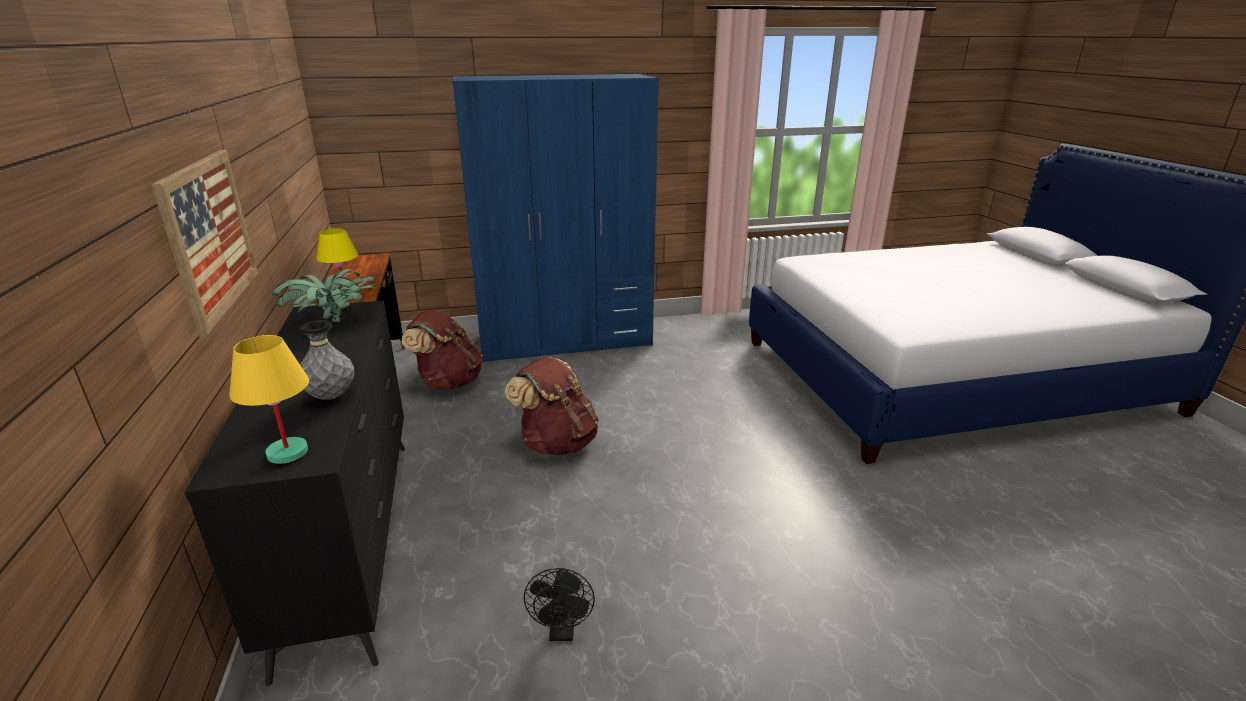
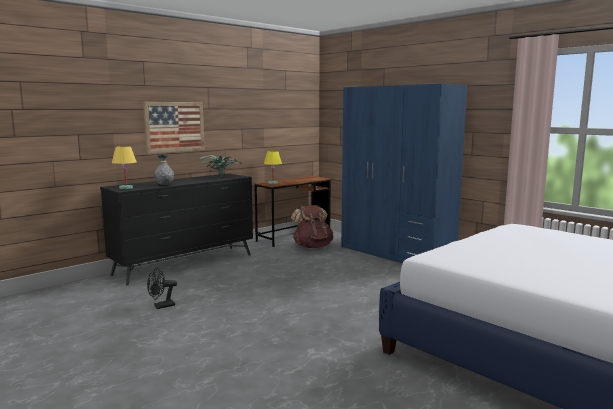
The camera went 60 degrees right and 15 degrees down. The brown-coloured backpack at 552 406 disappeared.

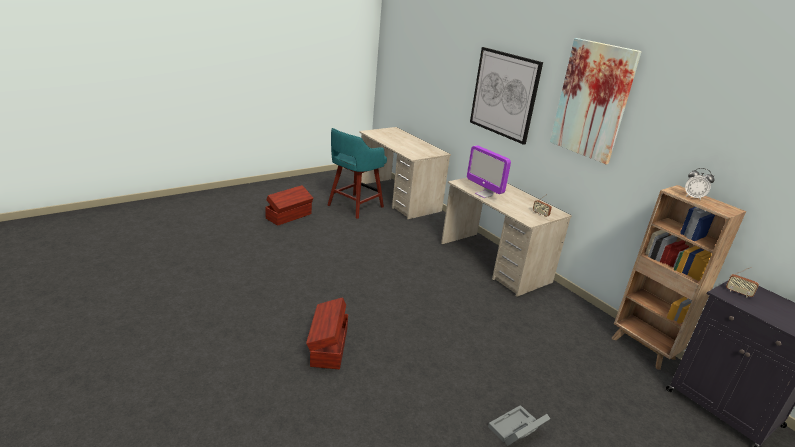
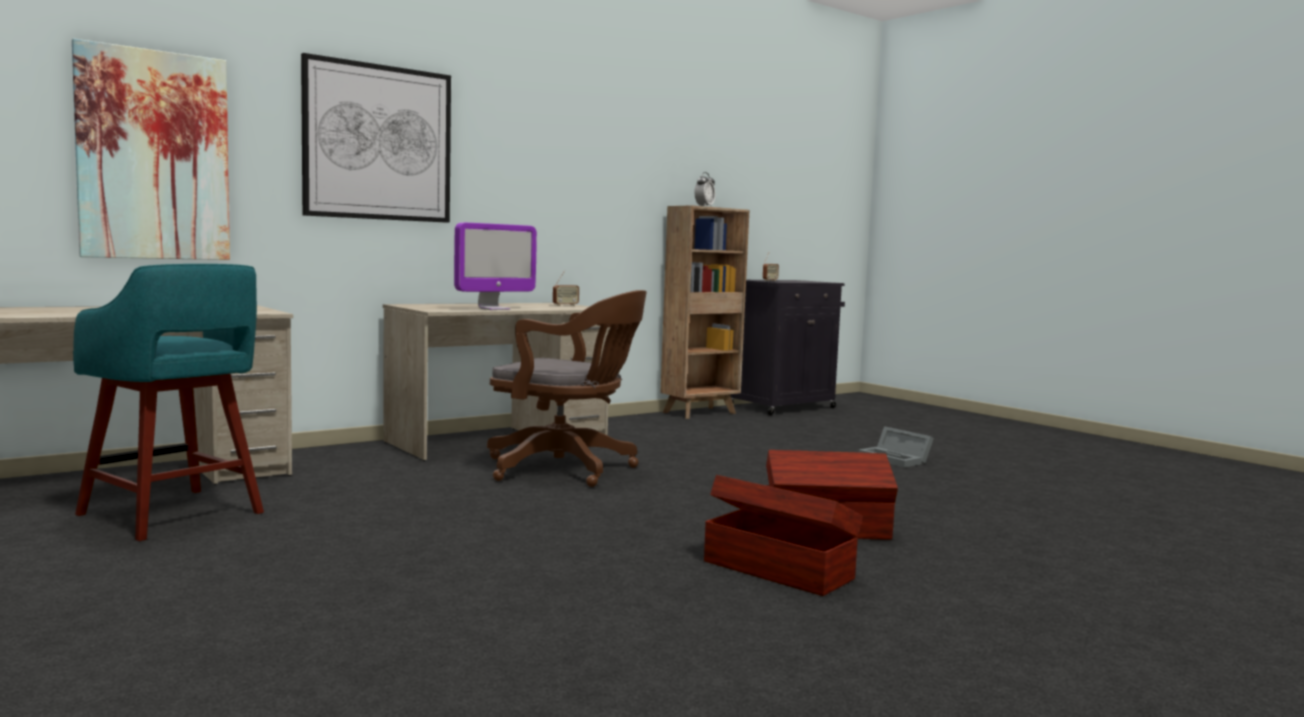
The camera went 90 degrees left and 20 degrees down. The picture moved from 596 101 to 151 149. The brown-coloured desk chair at 567 388 appeared. The brown-coloured storage container moved from 289 205 to 783 535.

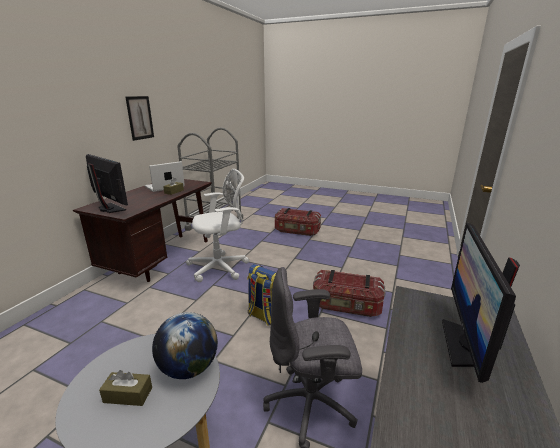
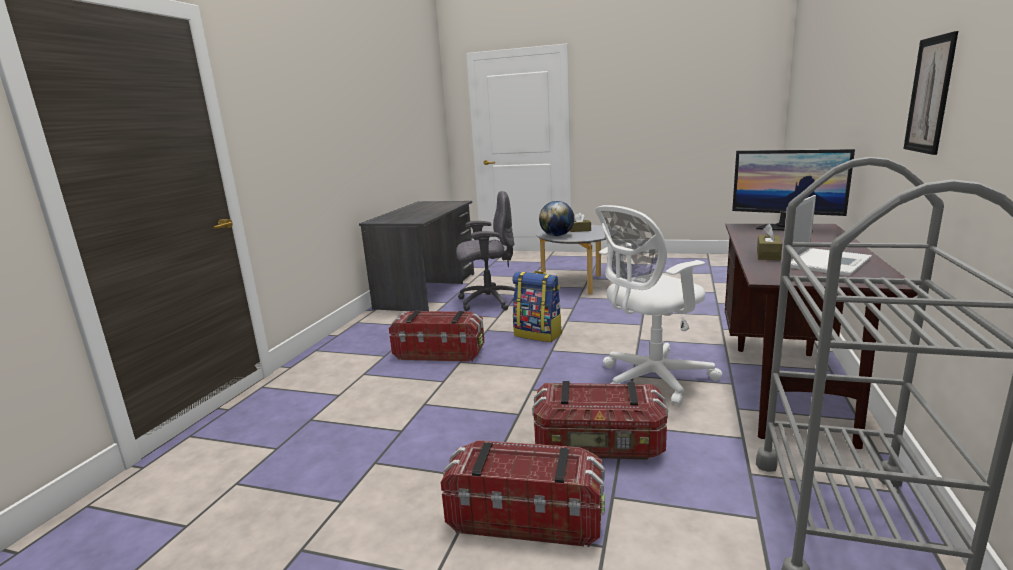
The camera went 175 degrees right and 5 degrees down. The storage container at 600 420 appeared. The computer display at 481 303 disappeared.

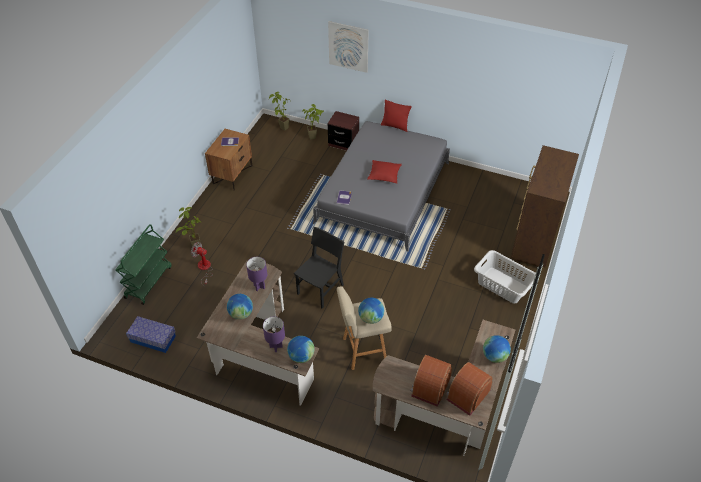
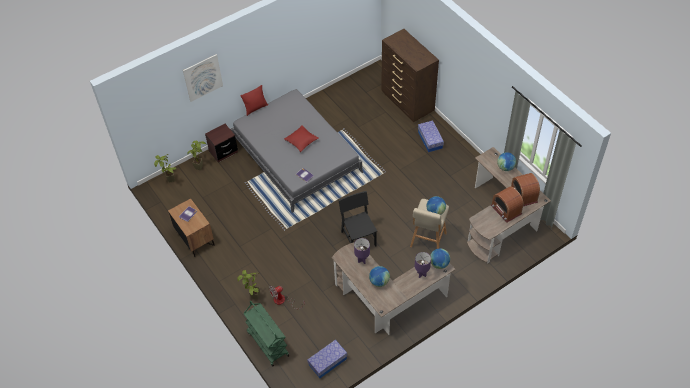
The camera went 55 degrees left and 5 degrees up. The gray hamper at 505 277 was replaced by the storage container at 431 136.

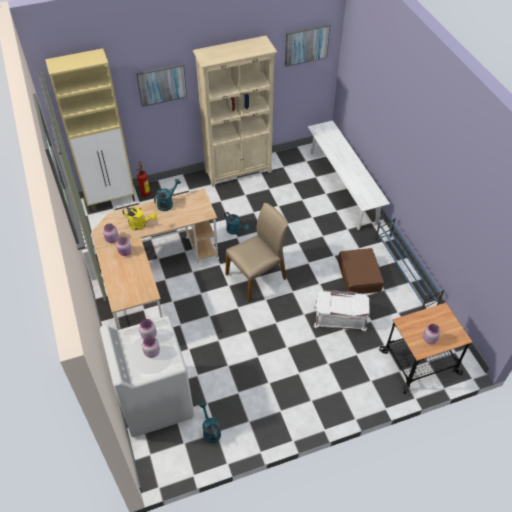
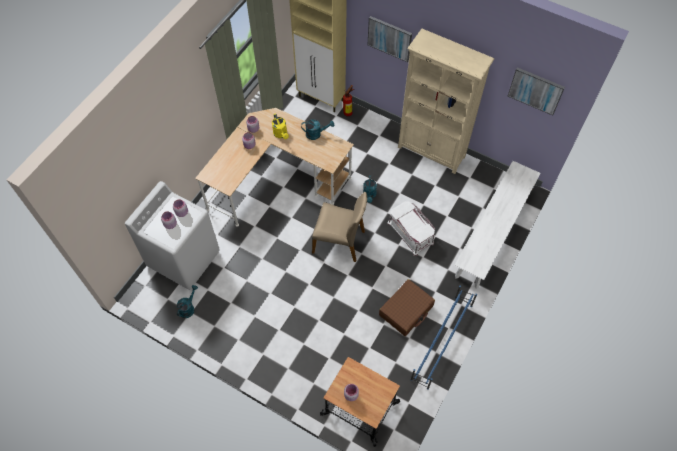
The camera went 50 degrees right and 10 degrees up. The white-coloured storage container moved from 342 311 to 411 228.

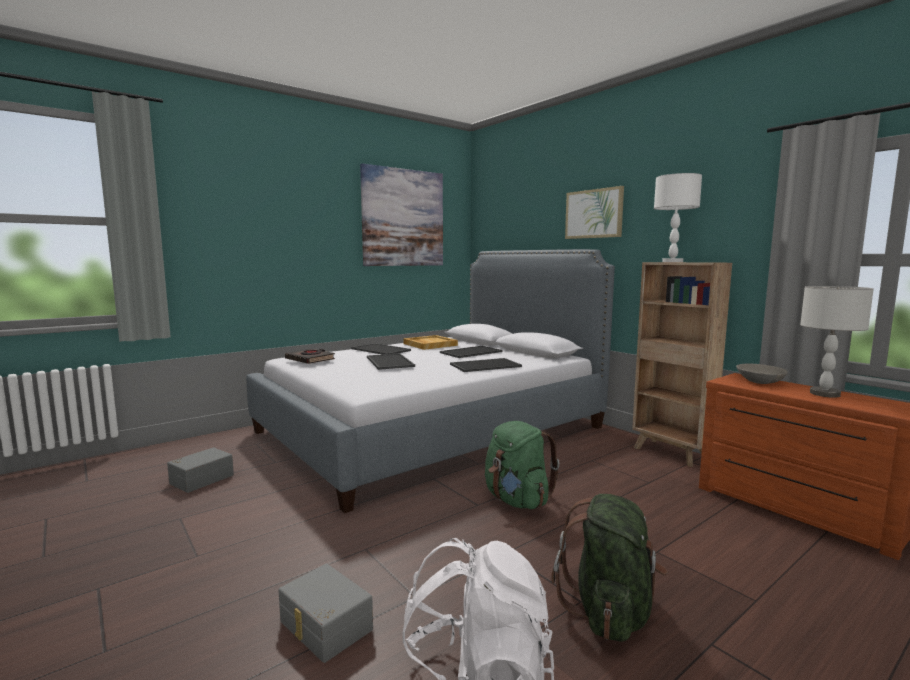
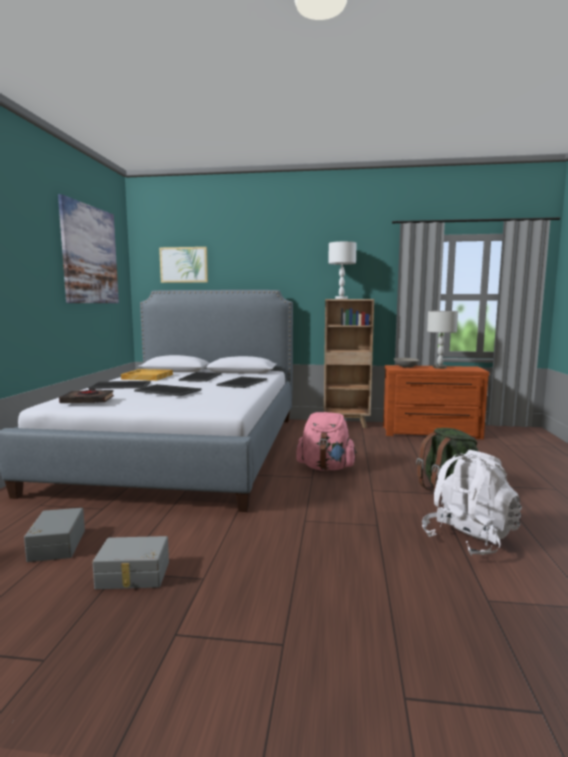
The camera went 45 degrees left and 0 degrees up. The gray storage container moved from 325 613 to 130 562. The picture moved from 594 212 to 183 265. The green backpack at 522 465 became the pink-coloured backpack at 326 441.

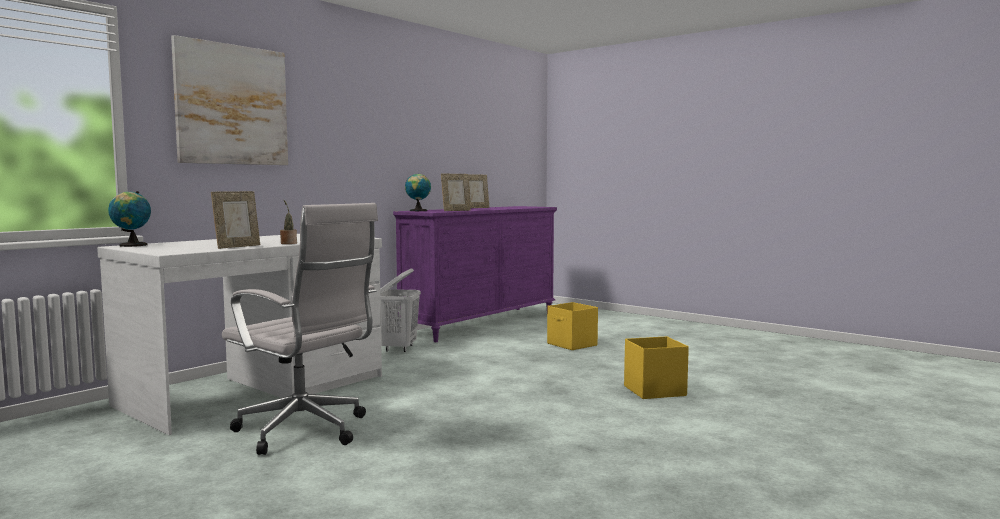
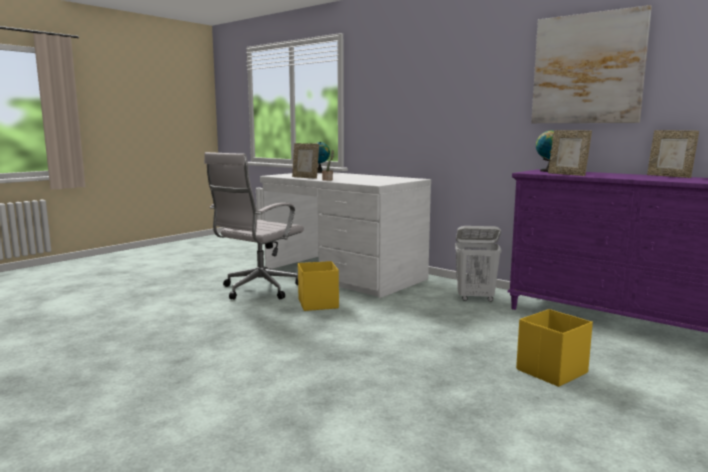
The camera went 90 degrees right and 5 degrees up. The yellow-coloured storage container moved from 656 367 to 318 286. The picture moved from 229 100 to 591 64.

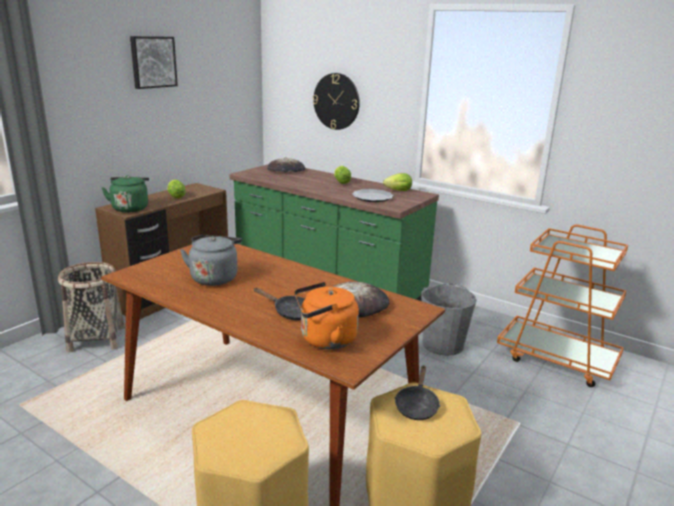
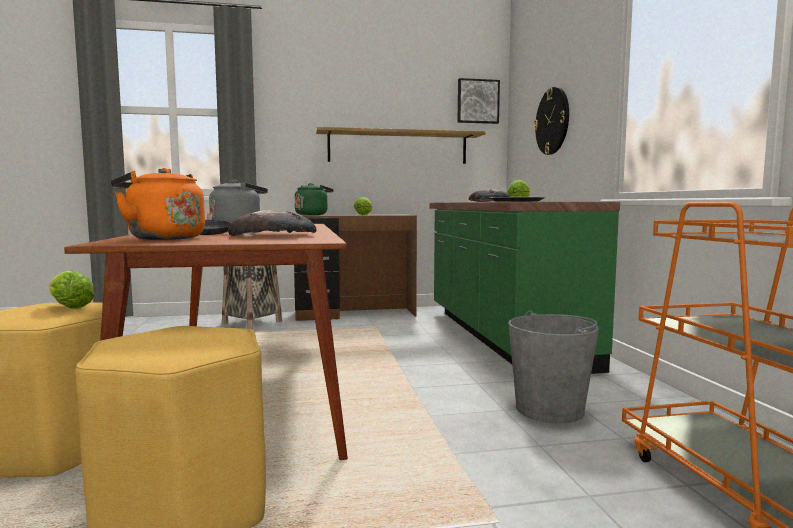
The camera went 45 degrees right and 15 degrees down. The lettuce head moved from 397 182 to 72 289. The bracket shelf at 401 145 appeared. The picture moved from 154 62 to 479 101. The black-coloured frying pan at 417 392 disappeared.

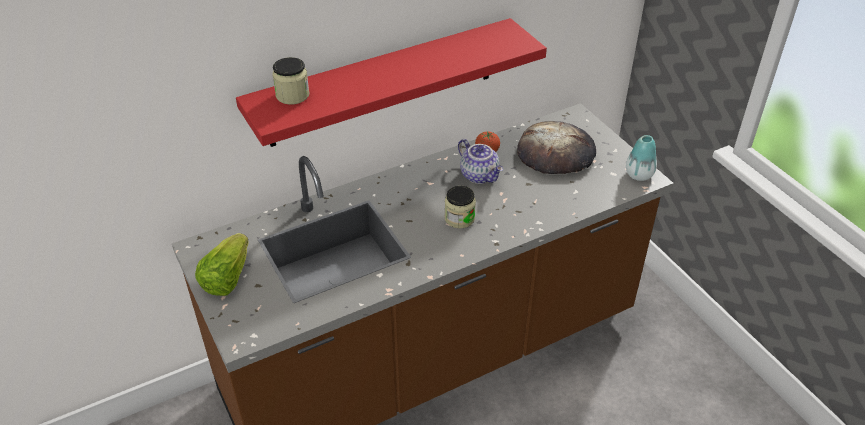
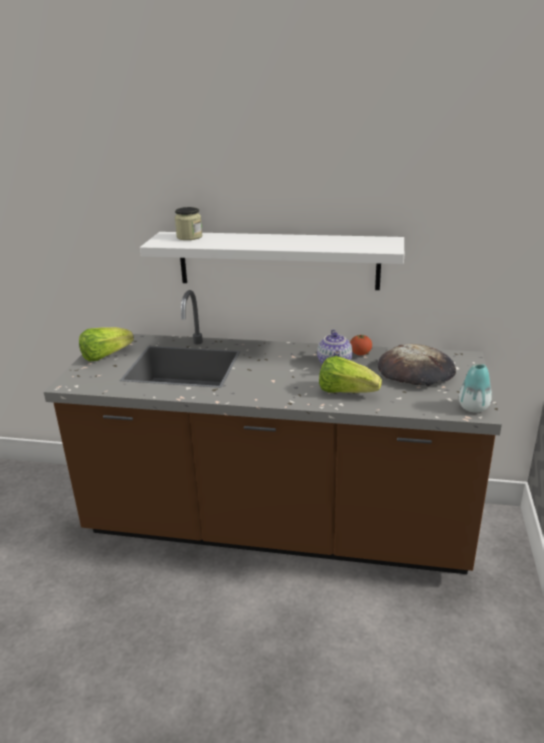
The camera went 40 degrees right and 15 degrees down. The red-coloured bracket shelf at 391 82 became the white-coloured bracket shelf at 272 261. The lettuce head at 350 374 appeared. The storage jar at 460 207 disappeared.

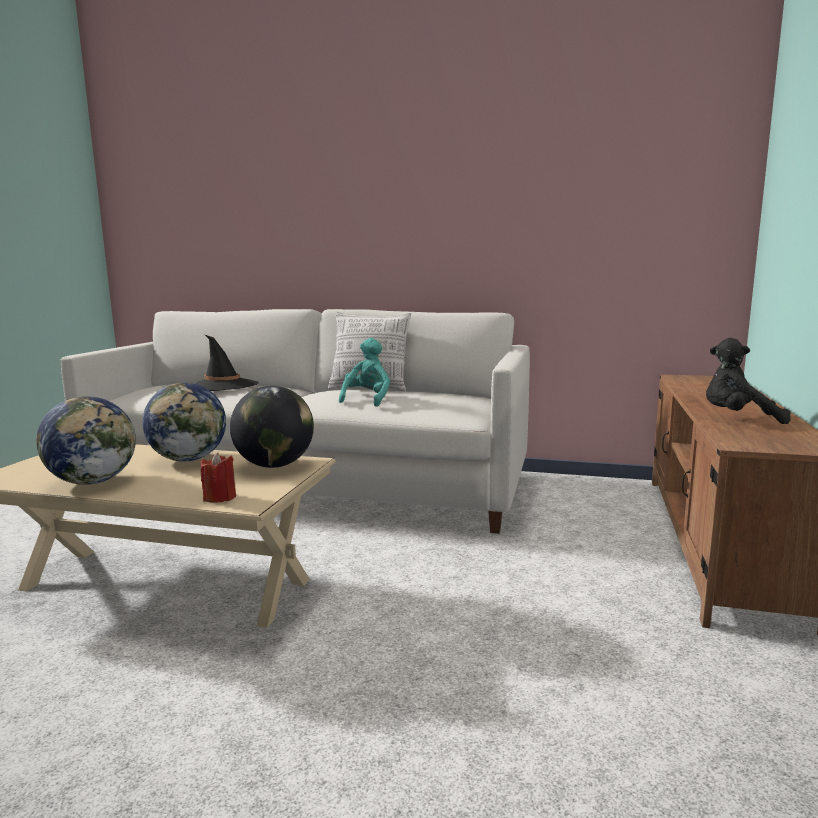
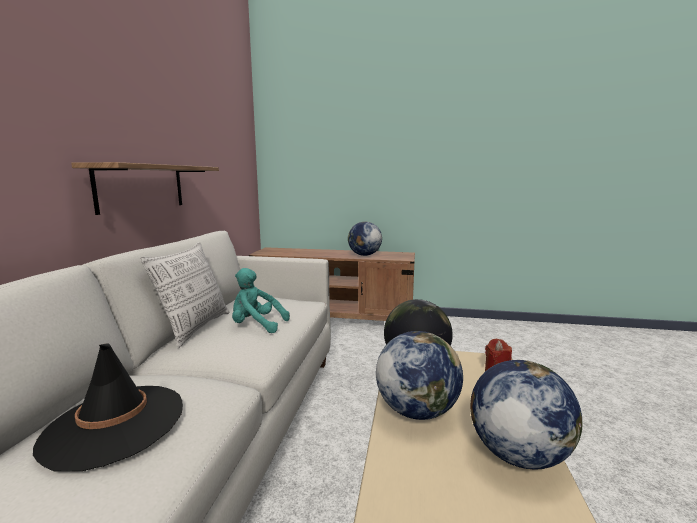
The camera went 95 degrees left and 0 degrees up. The bracket shelf at 145 188 appeared. The black-coloured soft toy at 748 381 was replaced by the globe at 365 239.

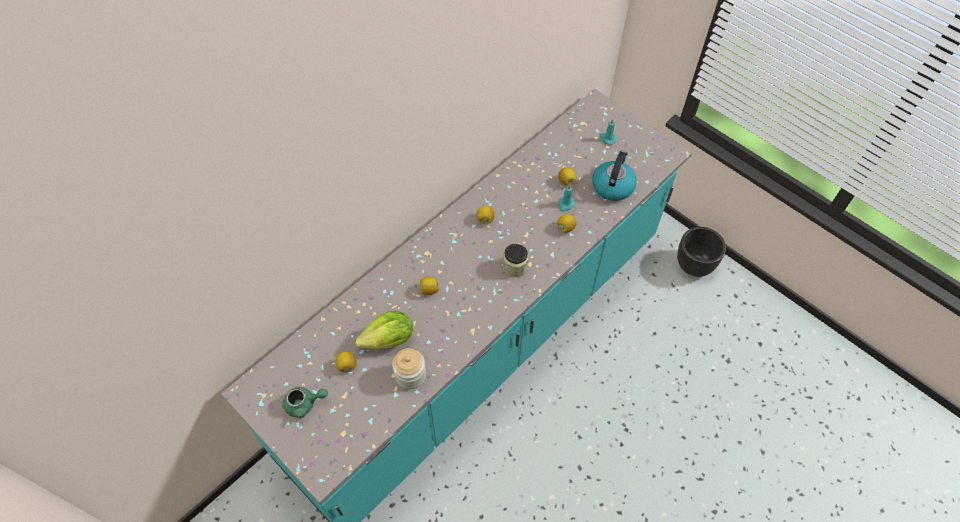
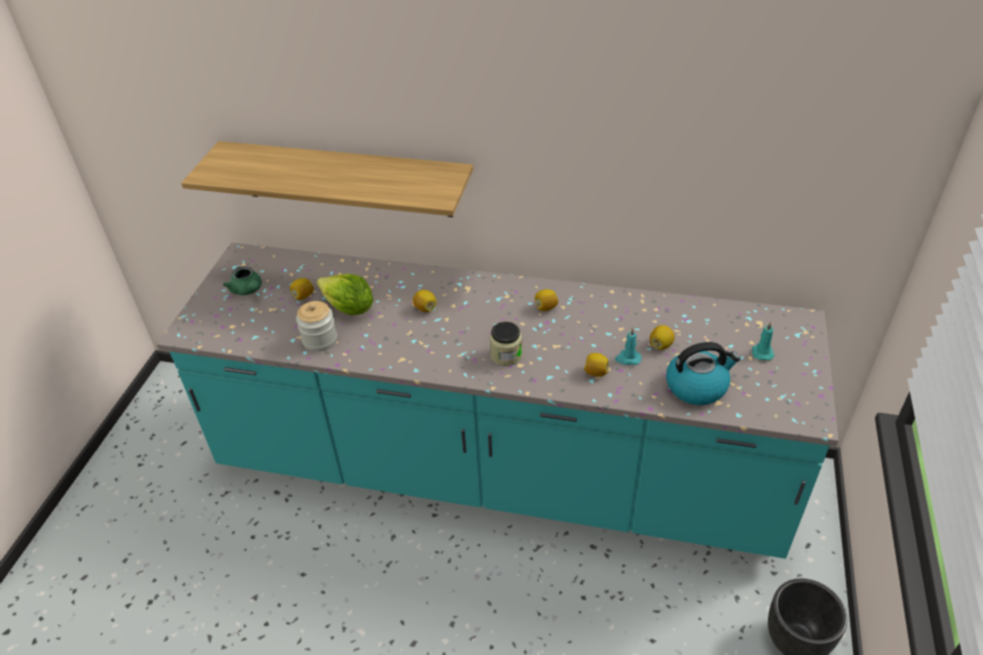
The camera went 60 degrees right and 15 degrees down. The bracket shelf at 327 179 appeared.

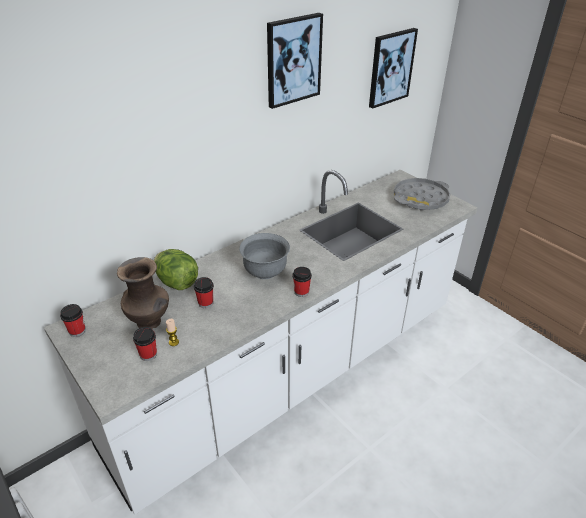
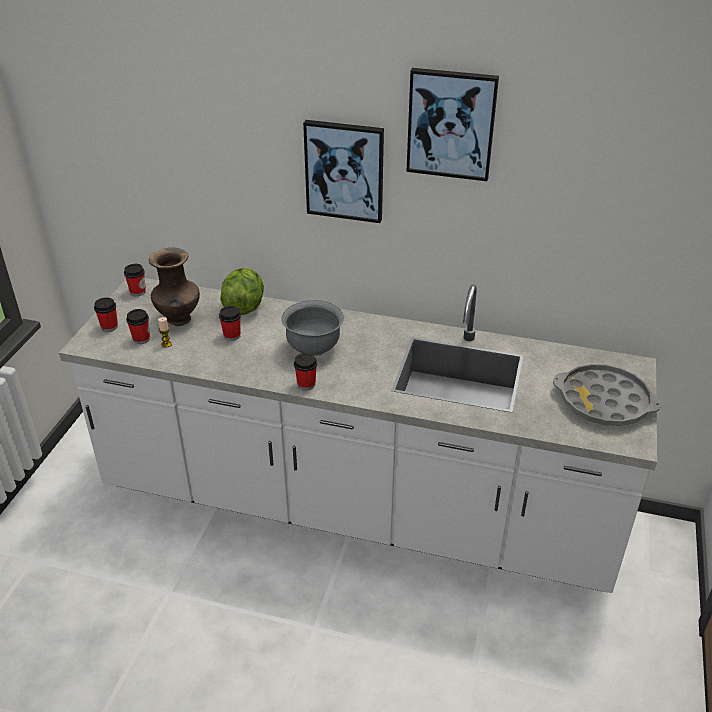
The camera went 55 degrees right and 0 degrees up. The small cup at 106 314 appeared. The picture moved from 393 68 to 343 171.

